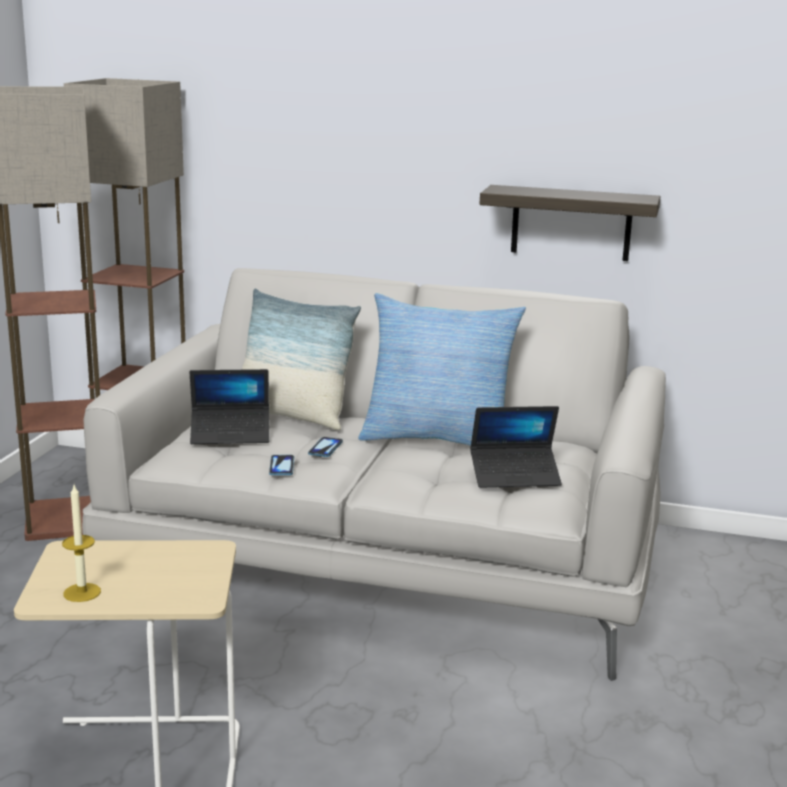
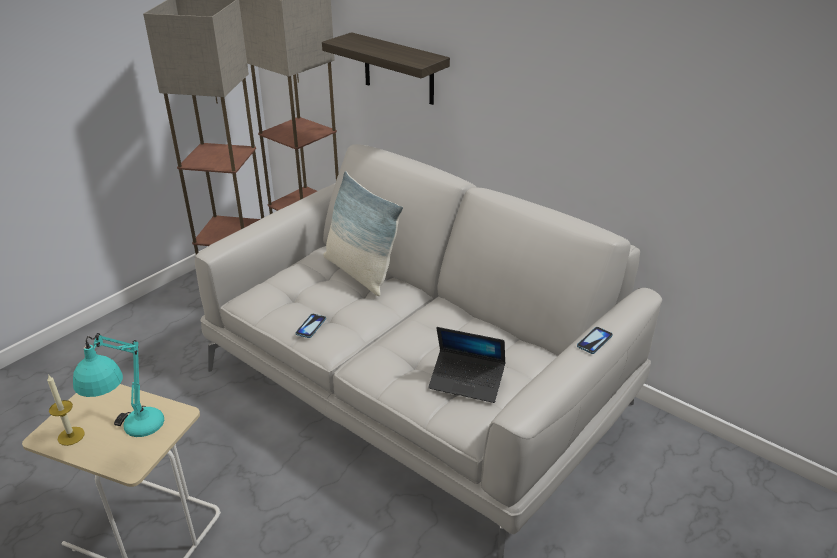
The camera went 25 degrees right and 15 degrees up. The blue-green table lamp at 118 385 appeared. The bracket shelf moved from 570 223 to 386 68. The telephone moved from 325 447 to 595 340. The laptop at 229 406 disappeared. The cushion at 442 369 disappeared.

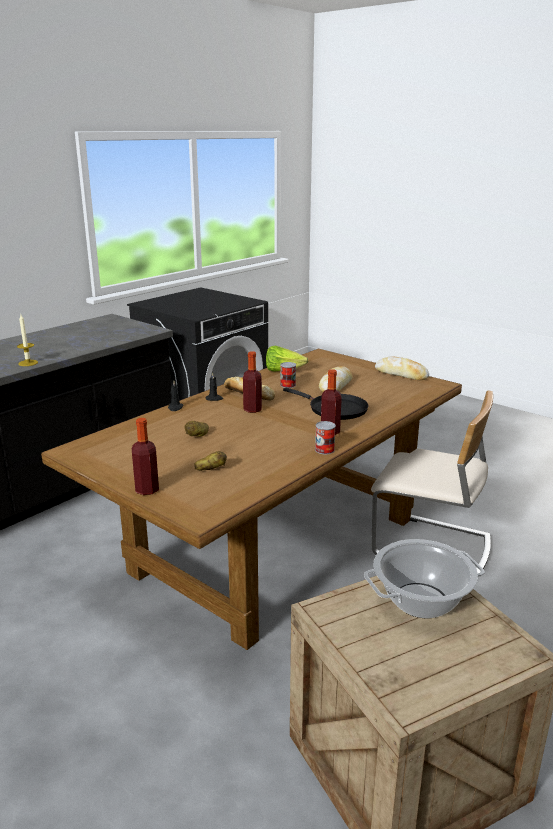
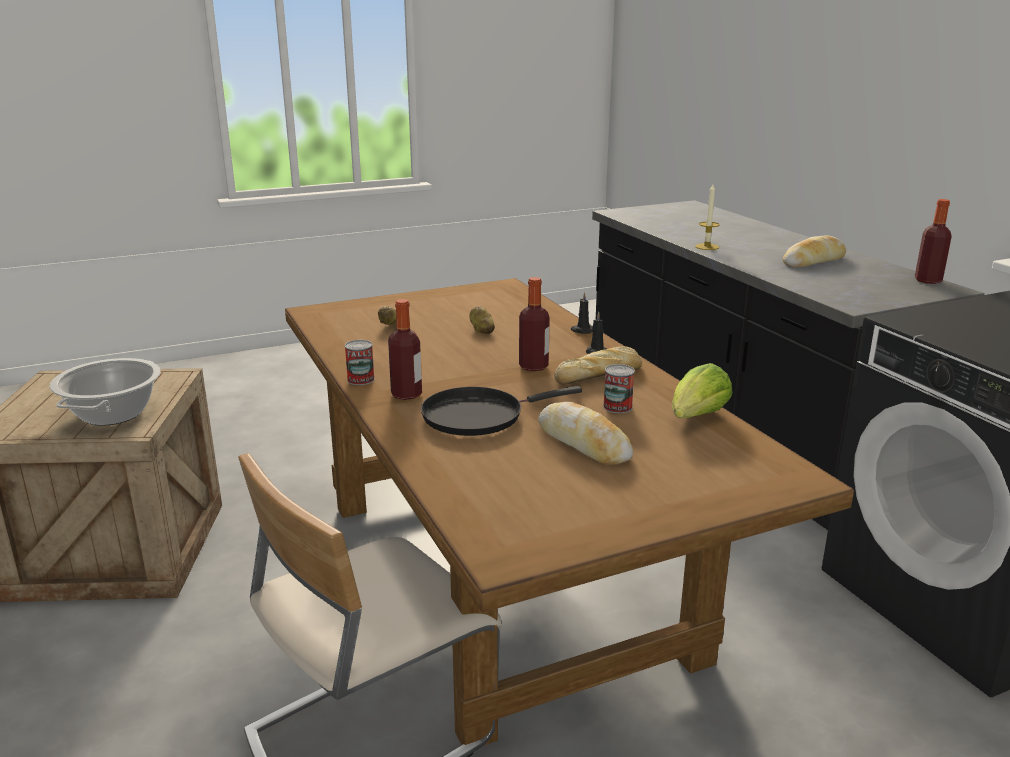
The camera went 115 degrees right and 0 degrees up. The bread moved from 402 368 to 814 252. The beverage bottle moved from 145 456 to 933 241.

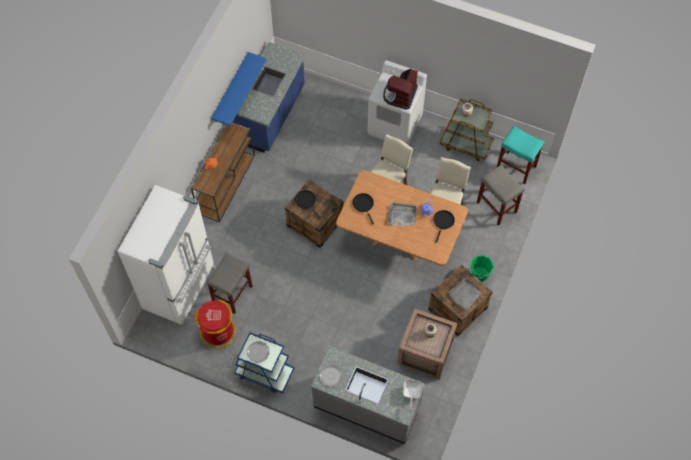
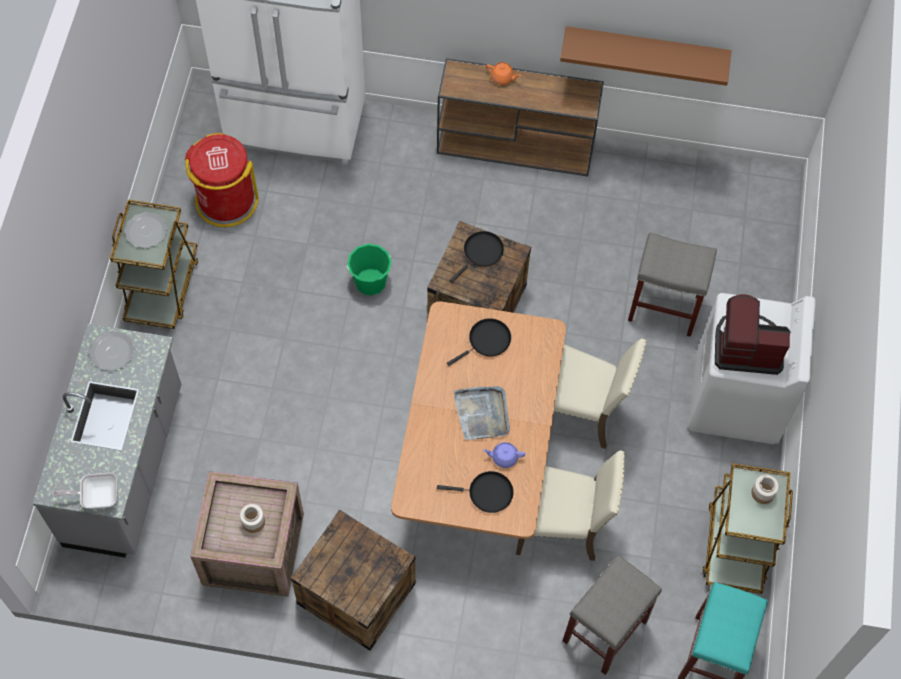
The camera went 75 degrees right and 0 degrees up. The blue cart at 264 362 became the brown-coloured cart at 154 264. The green water bucket moved from 482 268 to 369 270. The blue bracket shelf at 239 89 became the brown-coloured bracket shelf at 645 56. The gray sitting stool moved from 229 283 to 672 285. The blue counter at 269 97 disappeared. The gray carrying tray at 465 294 disappeared.

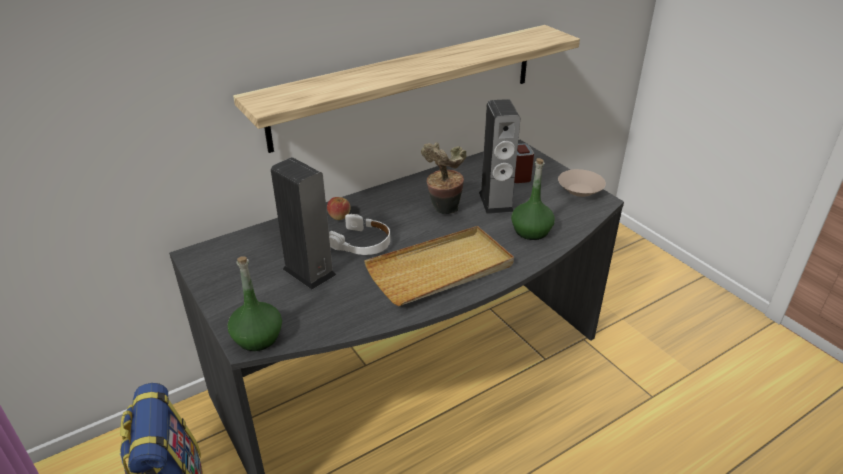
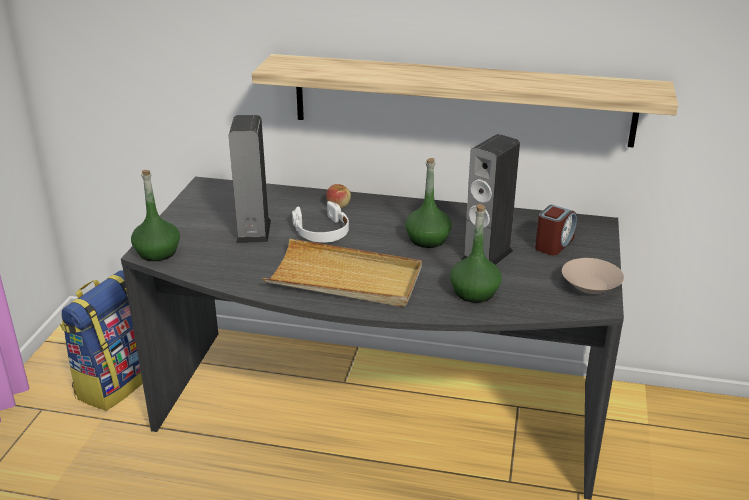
The camera went 45 degrees right and 5 degrees down. The plant in a pot at 444 178 was replaced by the green beverage bottle at 428 203.

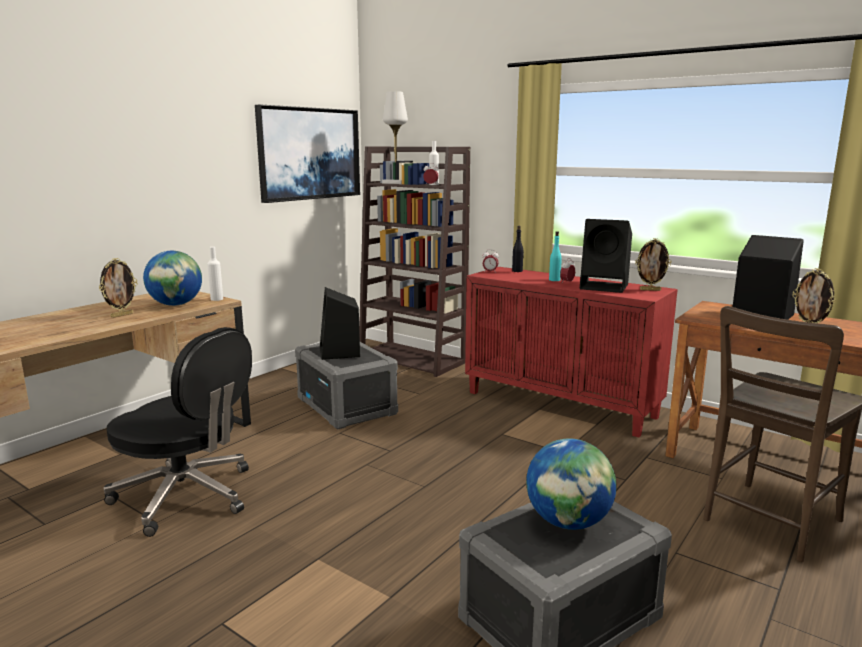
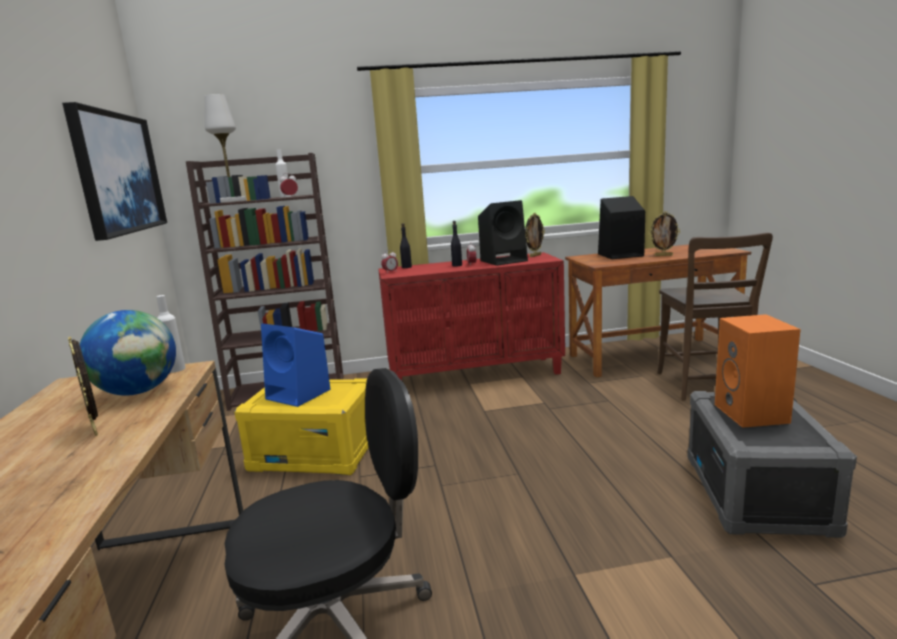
The camera went 45 degrees left and 0 degrees up. The standing frame at 118 288 turned 150 degrees clockwise. The gray storage container at 346 386 became the yellow-coloured storage container at 301 427. The black-coloured speaker at 340 323 became the blue speaker at 296 365. The blue-green beverage bottle at 555 256 became the black-coloured beverage bottle at 456 243. The globe at 571 484 was replaced by the orange-coloured speaker at 758 371.

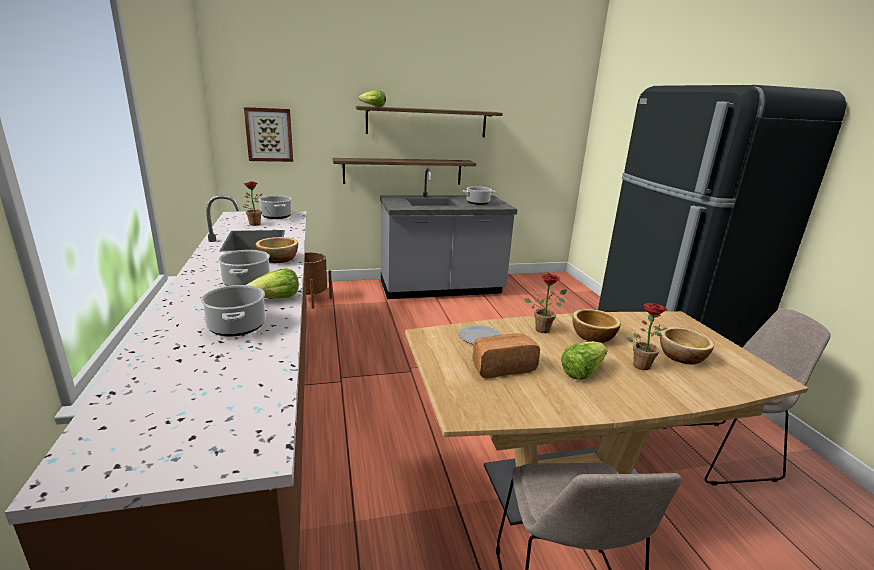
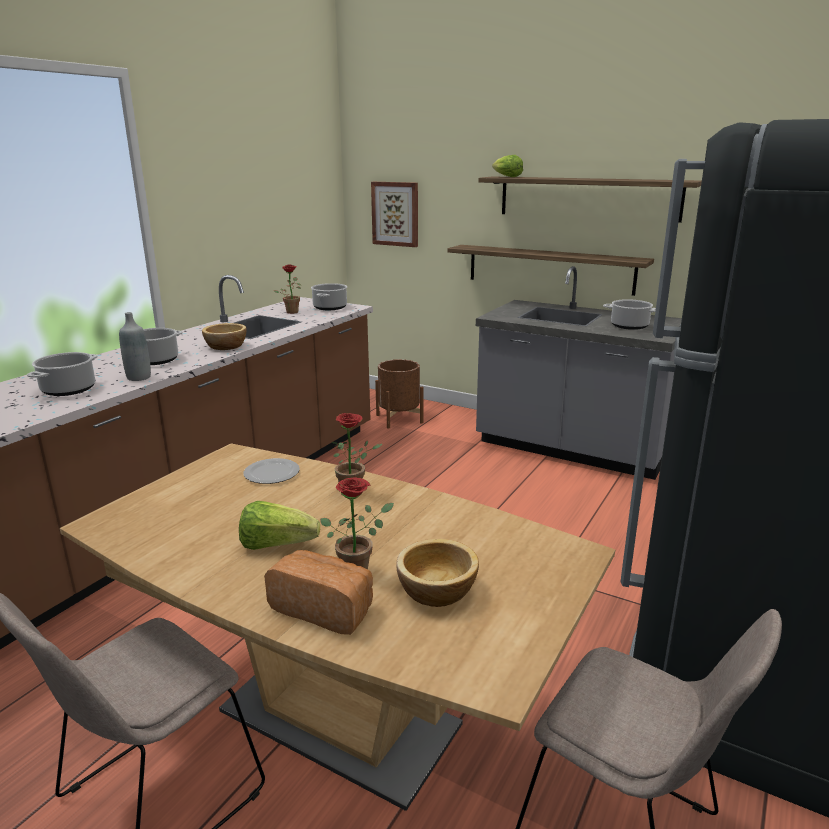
The camera went 45 degrees right and 0 degrees up. The lettuce head at 273 284 was replaced by the gray beverage bottle at 135 346. The bread moved from 506 356 to 318 592. The deep dish at 596 326 disappeared.

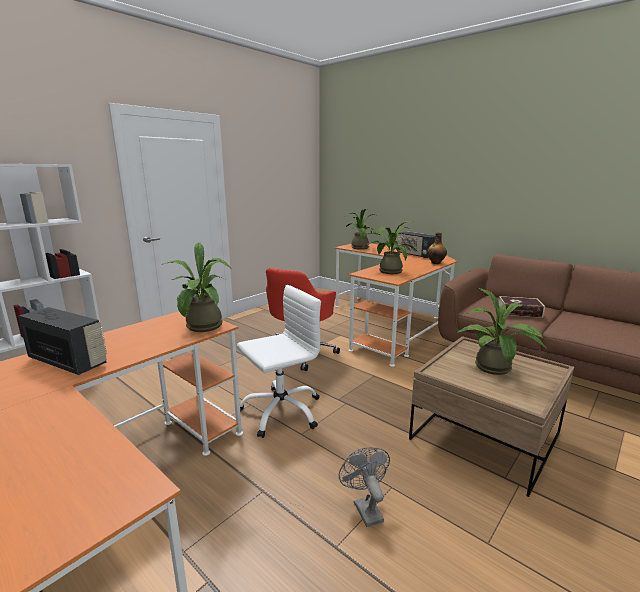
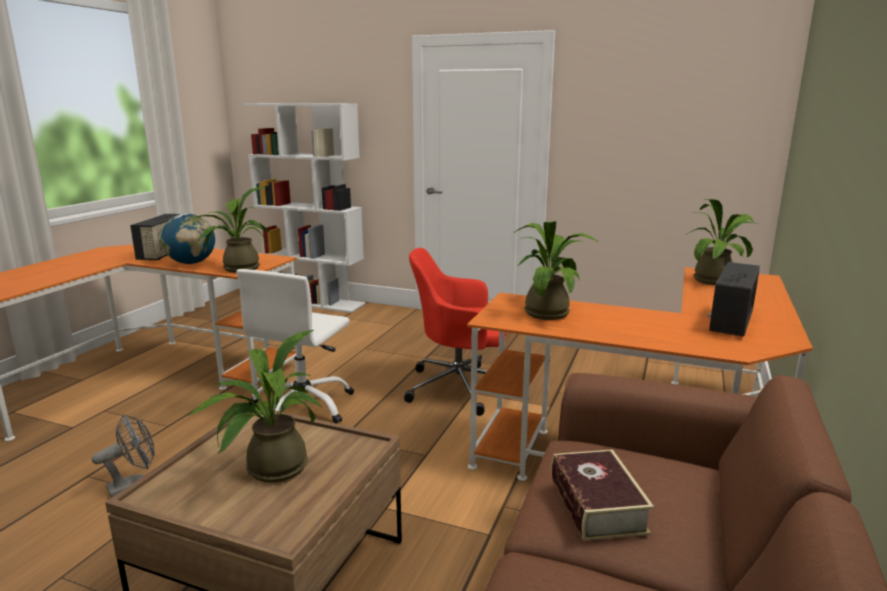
The camera went 70 degrees right and 0 degrees up. The globe at 188 239 appeared. The white-coloured desk chair at 279 361 turned 75 degrees clockwise. The beverage bottle at 437 248 disappeared.

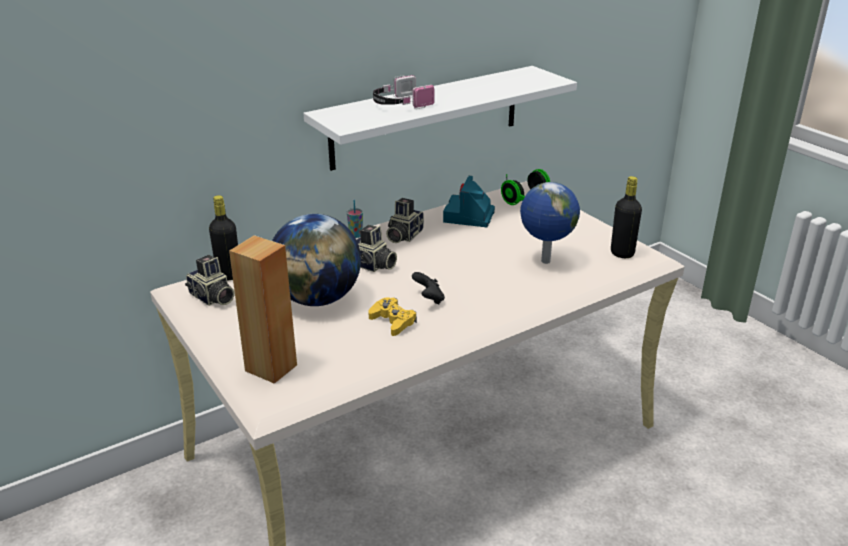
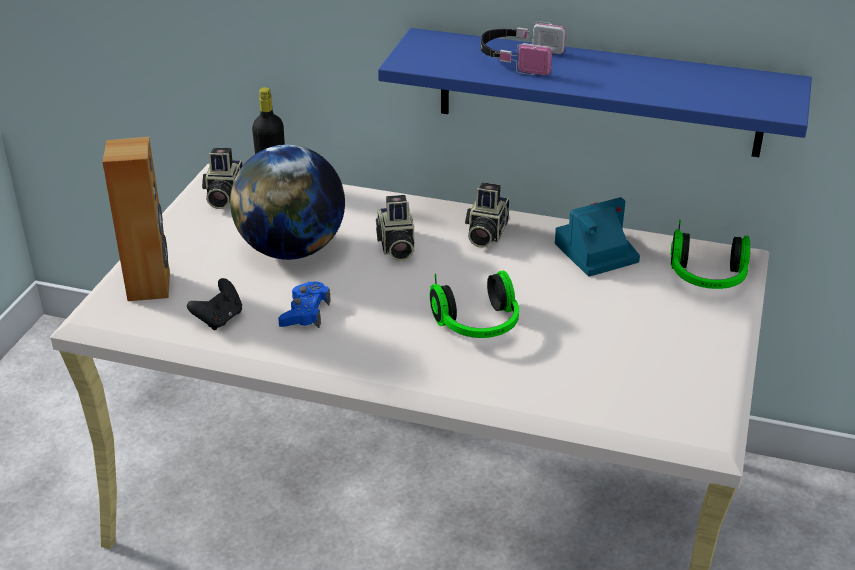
The camera went 50 degrees right and 5 degrees up. The black-coloured gamepad moved from 428 288 to 214 304. The yellow-coloured gamepad at 392 317 became the blue gamepad at 304 304. The white-coloured bracket shelf at 440 118 became the blue bracket shelf at 595 92. The headphones at 474 304 appeared. The photo camera at 405 220 turned 60 degrees counterclockwise. The small cup at 355 219 disappeared. The globe at 550 223 disappeared. The black-coloured beverage bottle at 626 217 disappeared.

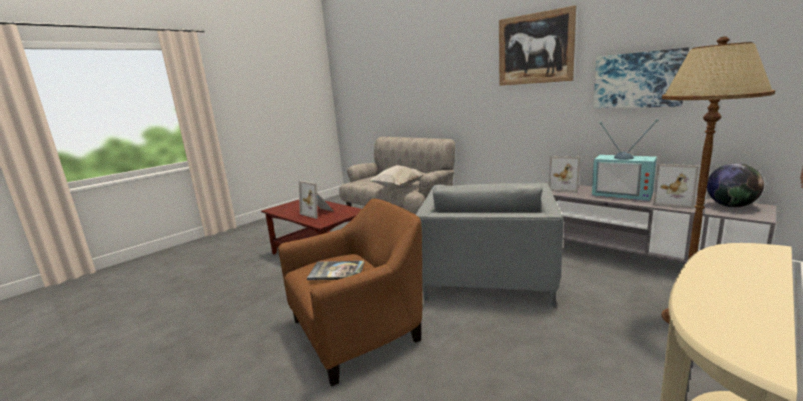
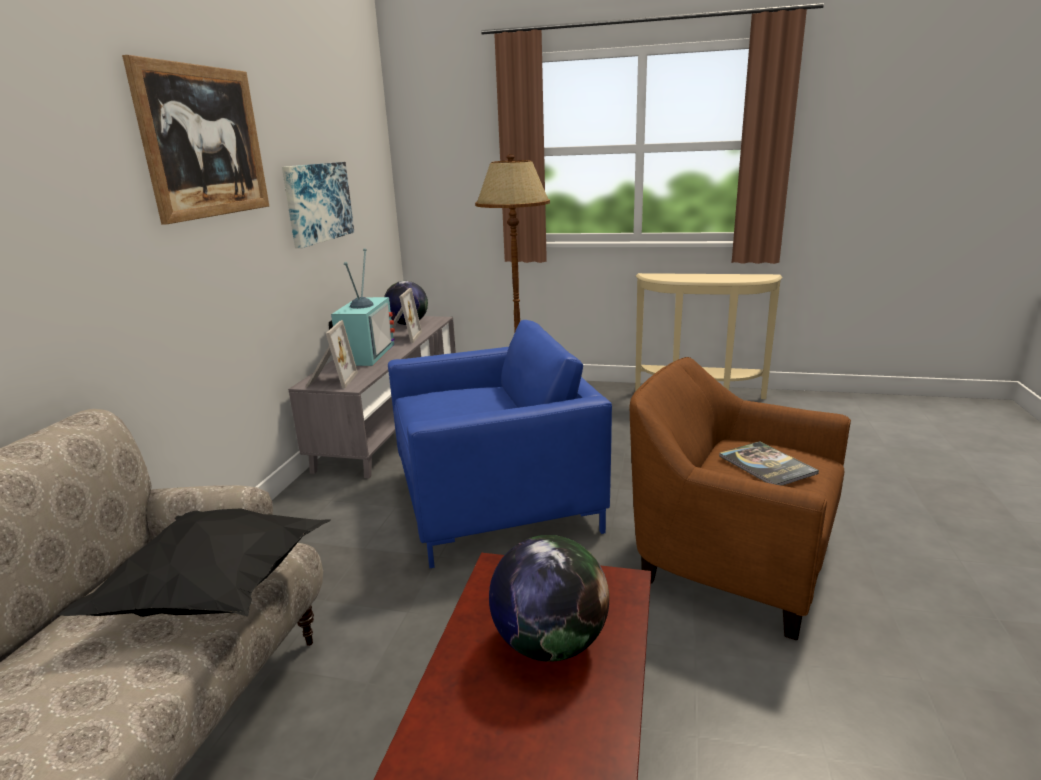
The camera went 120 degrees left and 5 degrees up. The white-coloured cushion at 397 177 became the black-coloured cushion at 194 562. The gray lounge chair at 489 245 became the blue lounge chair at 500 444. The standing frame at 316 200 was replaced by the globe at 549 598.

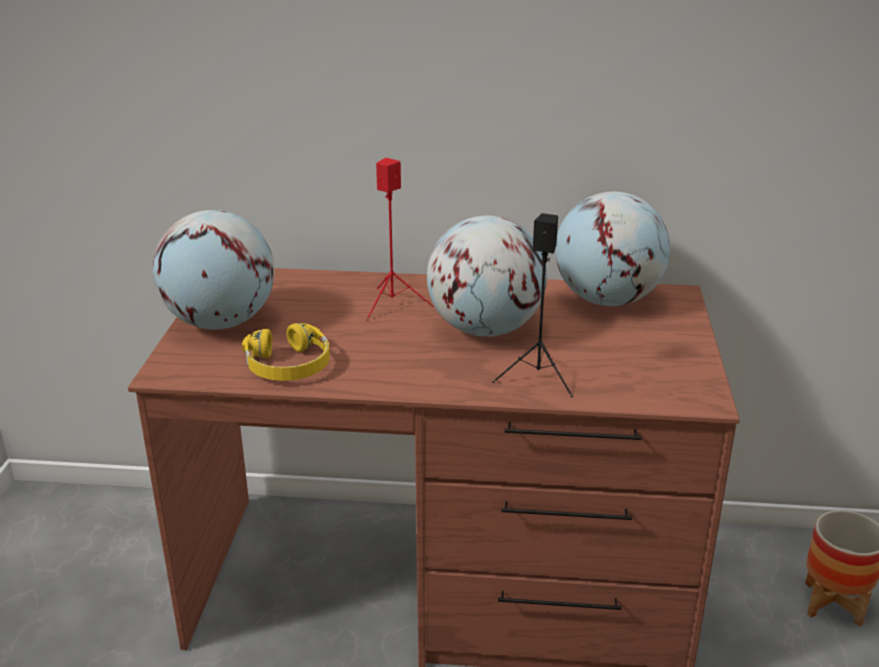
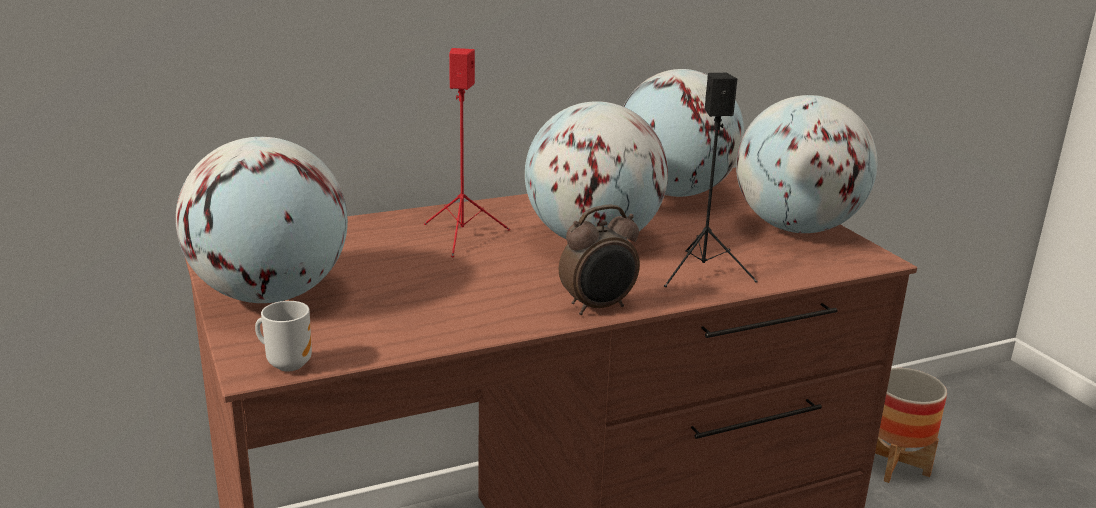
The camera went 30 degrees left and 5 degrees down. The tea mug at 283 336 appeared. The table clock at 599 260 appeared. The globe at 806 164 appeared. The yellow-coloured headphones at 286 352 disappeared.

